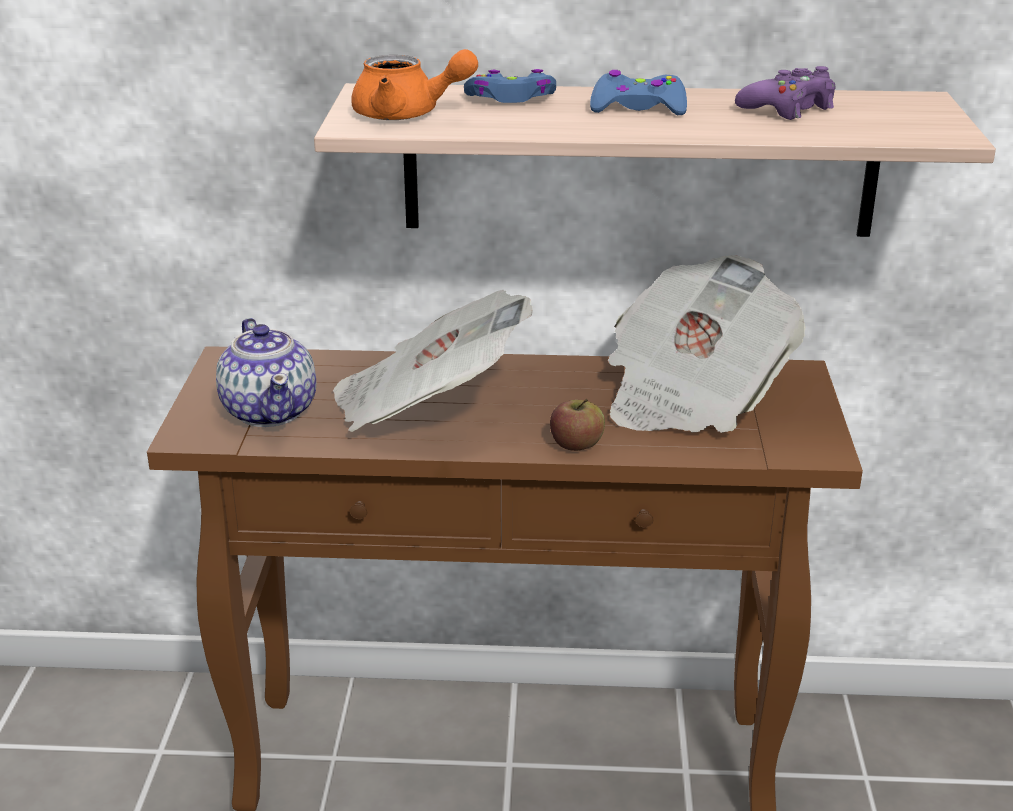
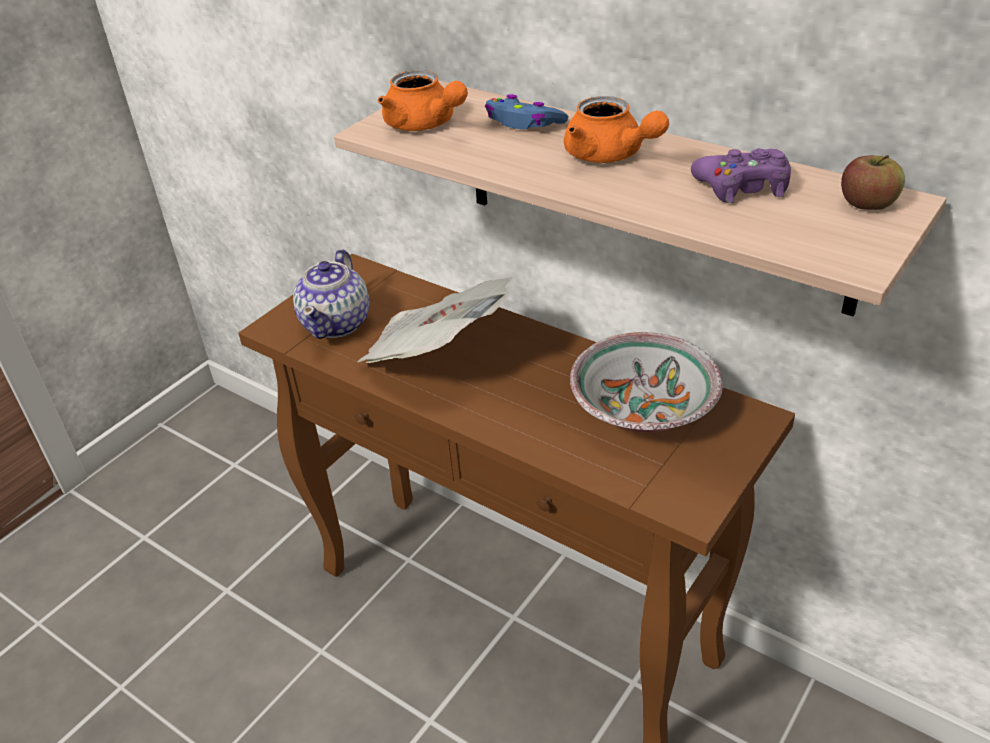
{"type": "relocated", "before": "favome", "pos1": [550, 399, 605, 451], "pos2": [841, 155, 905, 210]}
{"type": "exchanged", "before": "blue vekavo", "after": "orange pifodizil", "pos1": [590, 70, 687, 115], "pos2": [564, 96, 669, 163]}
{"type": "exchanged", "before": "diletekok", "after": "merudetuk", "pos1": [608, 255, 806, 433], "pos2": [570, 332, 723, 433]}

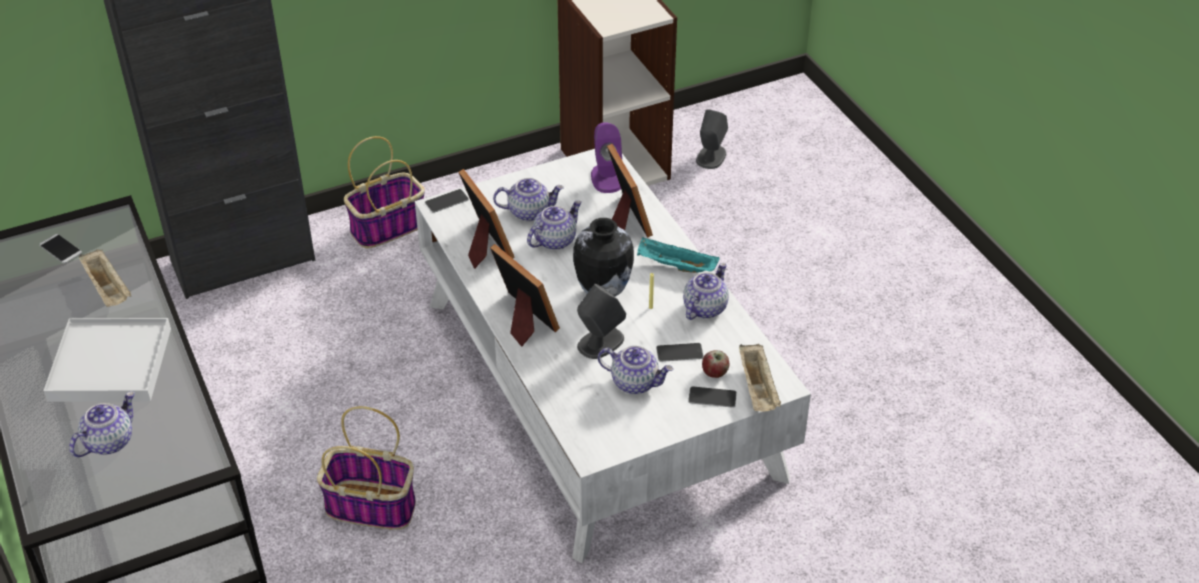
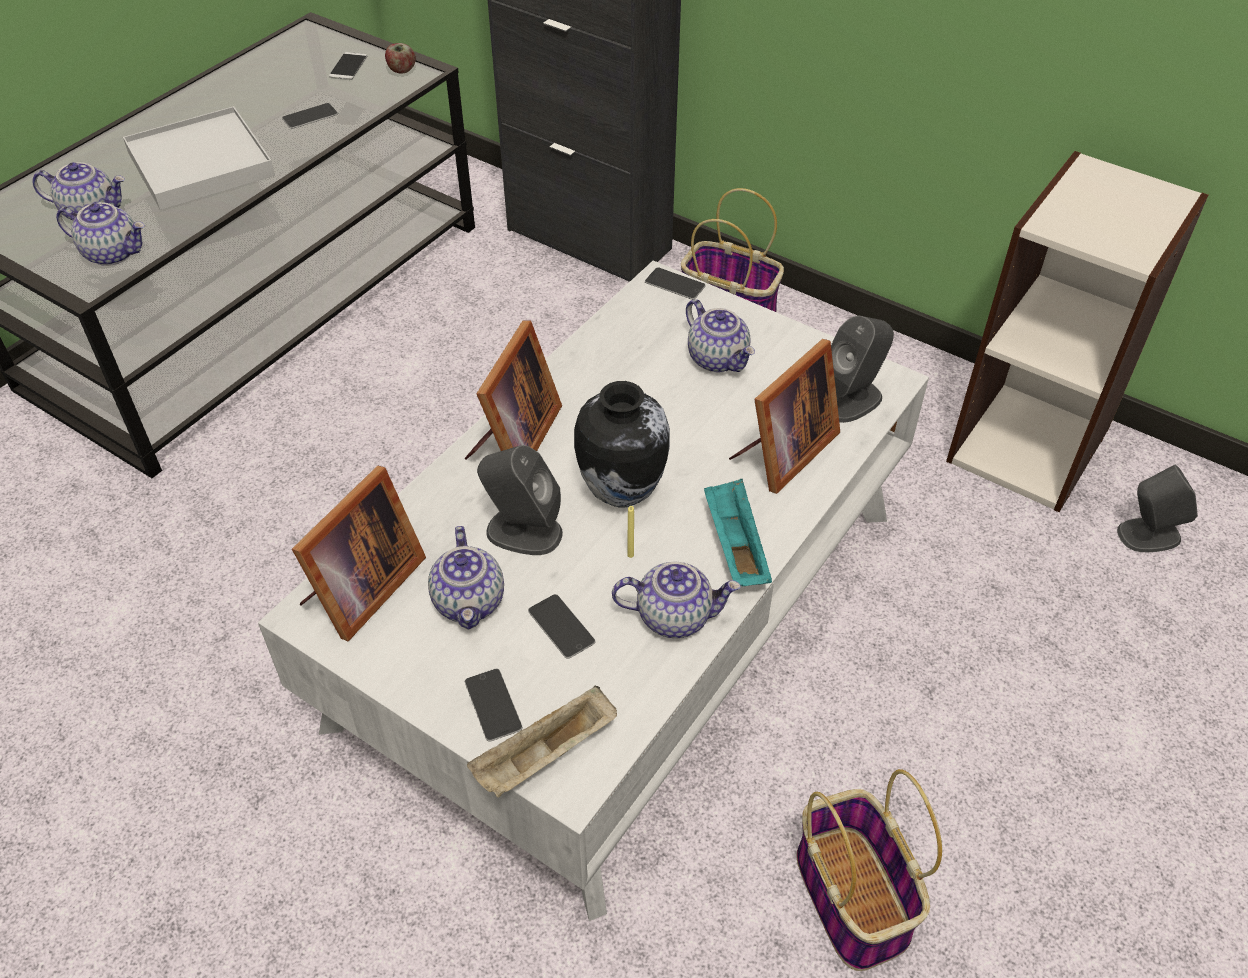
{"type": "exchanged", "before": "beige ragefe", "after": "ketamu", "pos1": [79, 249, 131, 307], "pos2": [282, 103, 338, 129]}
{"type": "relocated", "before": "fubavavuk", "pos1": [317, 406, 416, 530], "pos2": [796, 769, 942, 971]}
{"type": "relocated", "before": "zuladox", "pos1": [458, 169, 515, 269], "pos2": [292, 466, 426, 641]}
{"type": "relocated", "before": "pifodizil", "pos1": [527, 200, 582, 250], "pos2": [56, 202, 145, 266]}
{"type": "colour", "before": "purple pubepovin", "after": "grey pubepovin", "pos1": [591, 122, 622, 193], "pos2": [831, 316, 894, 423]}
{"type": "relocated", "before": "favome", "pos1": [702, 350, 729, 378], "pos2": [385, 43, 416, 74]}

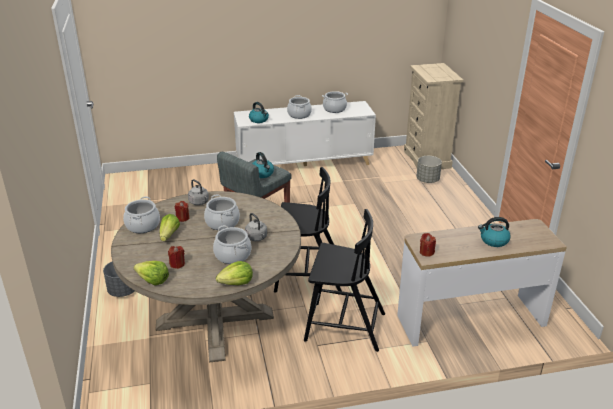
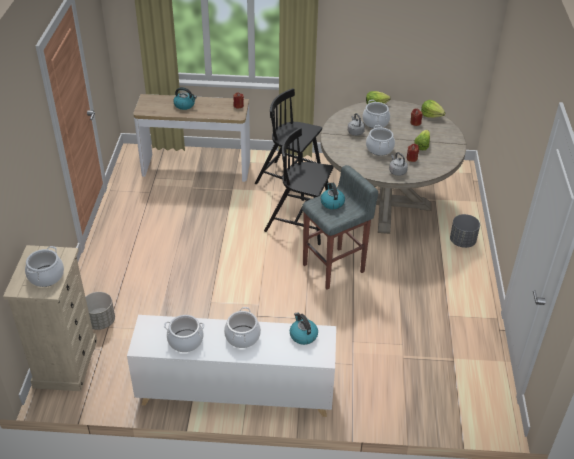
{"type": "relocated", "before": "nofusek", "pos1": [123, 197, 160, 233], "pos2": [25, 246, 64, 287]}

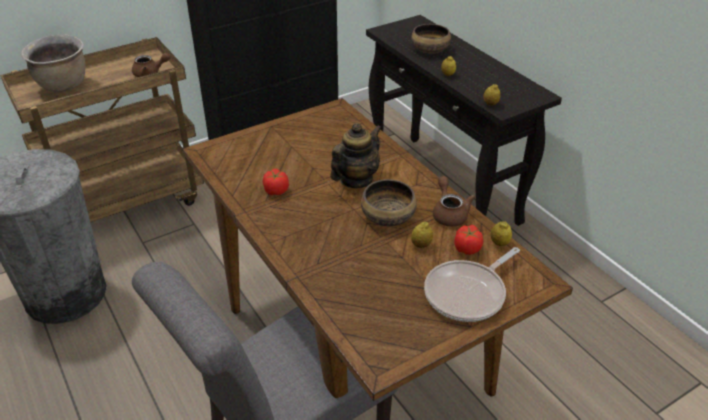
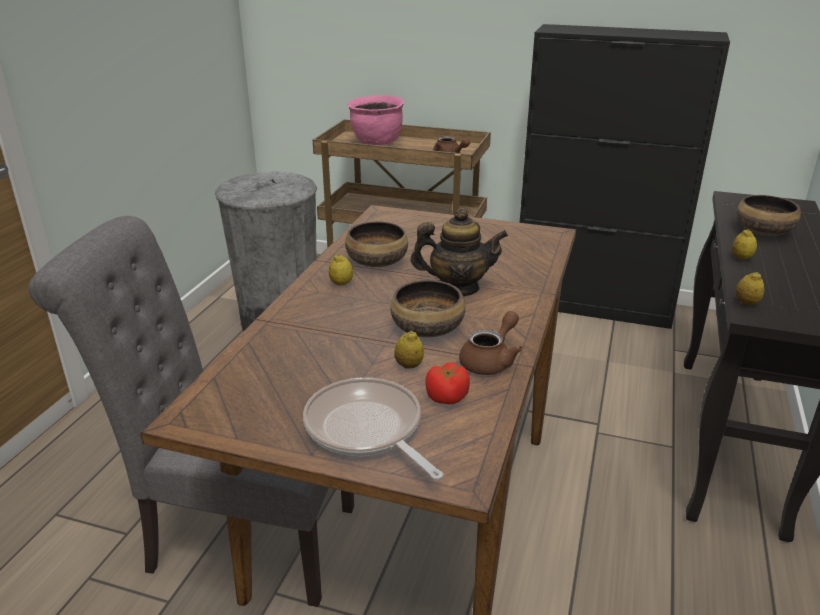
{"type": "colour", "before": "brown nofusek", "after": "pink nofusek", "pos1": [21, 34, 86, 92], "pos2": [347, 95, 404, 145]}
{"type": "exchanged", "before": "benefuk", "after": "merudetuk", "pos1": [263, 169, 289, 195], "pos2": [345, 221, 408, 267]}
{"type": "spun", "before": "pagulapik", "pos1": [424, 247, 520, 322], "pos2": [303, 377, 443, 480], "turn": 45}
{"type": "relocated", "before": "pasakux", "pos1": [491, 221, 512, 246], "pos2": [329, 254, 353, 285]}

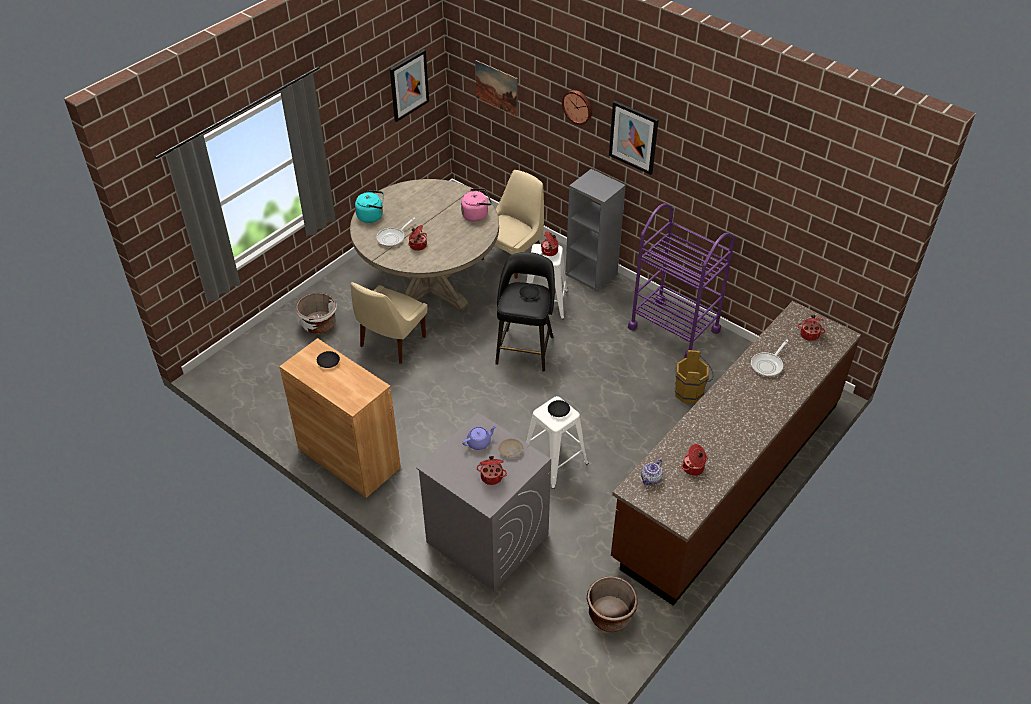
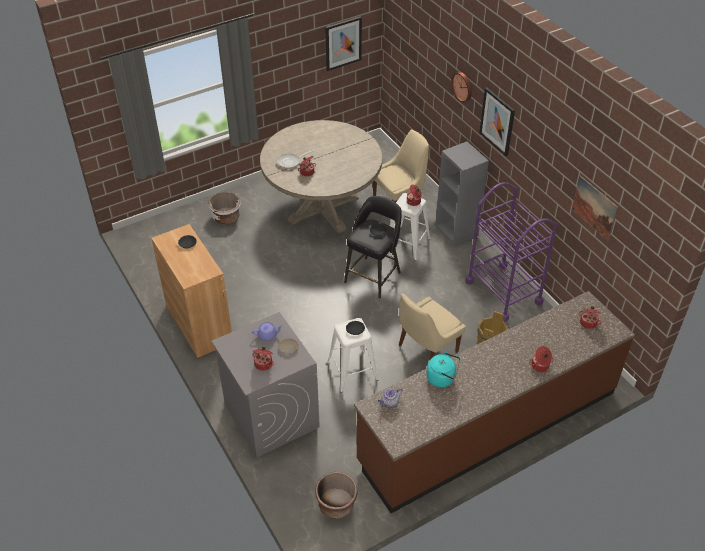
{"type": "relocated", "before": "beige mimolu", "pos1": [351, 282, 427, 364], "pos2": [399, 293, 466, 361]}
{"type": "relocated", "before": "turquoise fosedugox", "pos1": [355, 190, 384, 223], "pos2": [426, 351, 460, 387]}
{"type": "missing", "before": "pink fosedugox", "pos1": [461, 189, 492, 221]}
{"type": "relocated", "before": "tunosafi", "pos1": [475, 60, 518, 116], "pos2": [572, 175, 618, 241]}
{"type": "relocated", "before": "nofusek", "pos1": [681, 444, 708, 476], "pos2": [529, 346, 554, 372]}
{"type": "missing", "before": "pagulapik", "pos1": [751, 339, 789, 377]}

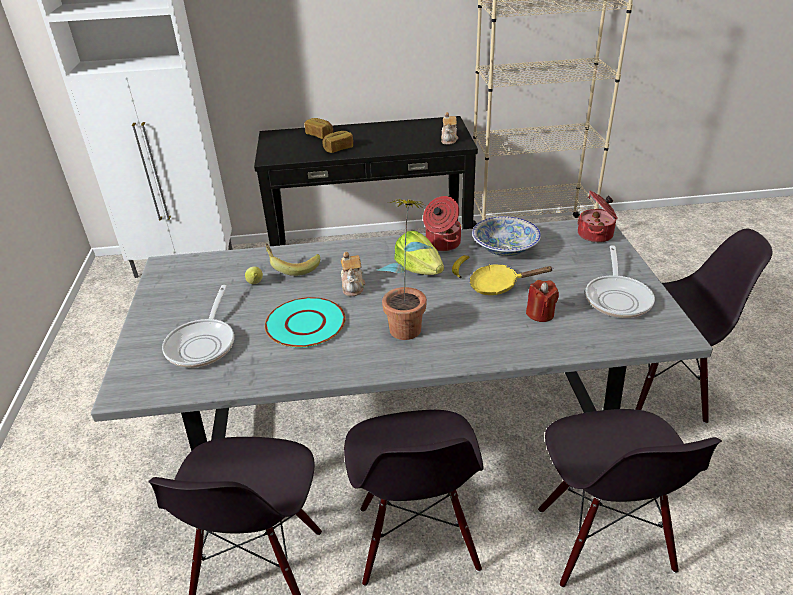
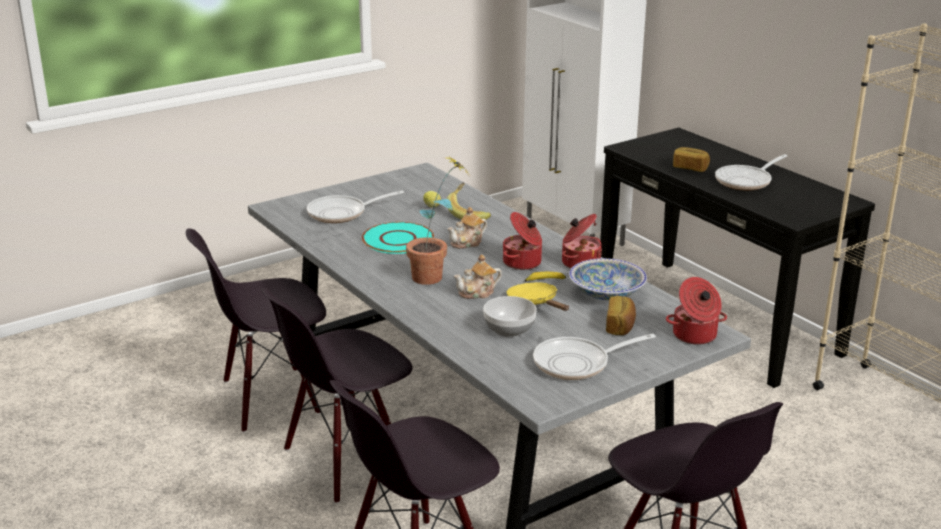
{"type": "relocated", "before": "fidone", "pos1": [304, 118, 333, 139], "pos2": [606, 296, 636, 335]}
{"type": "exchanged", "before": "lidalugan", "after": "nofusek", "pos1": [394, 231, 444, 275], "pos2": [503, 212, 542, 270]}
{"type": "relocated", "before": "pifodizil", "pos1": [441, 112, 458, 144], "pos2": [454, 254, 502, 299]}
{"type": "exchanged", "before": "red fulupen", "after": "merudetuk", "pos1": [526, 280, 559, 322], "pos2": [483, 296, 537, 337]}
{"type": "appeared", "after": "pagulapik", "pos2": [715, 154, 787, 190]}

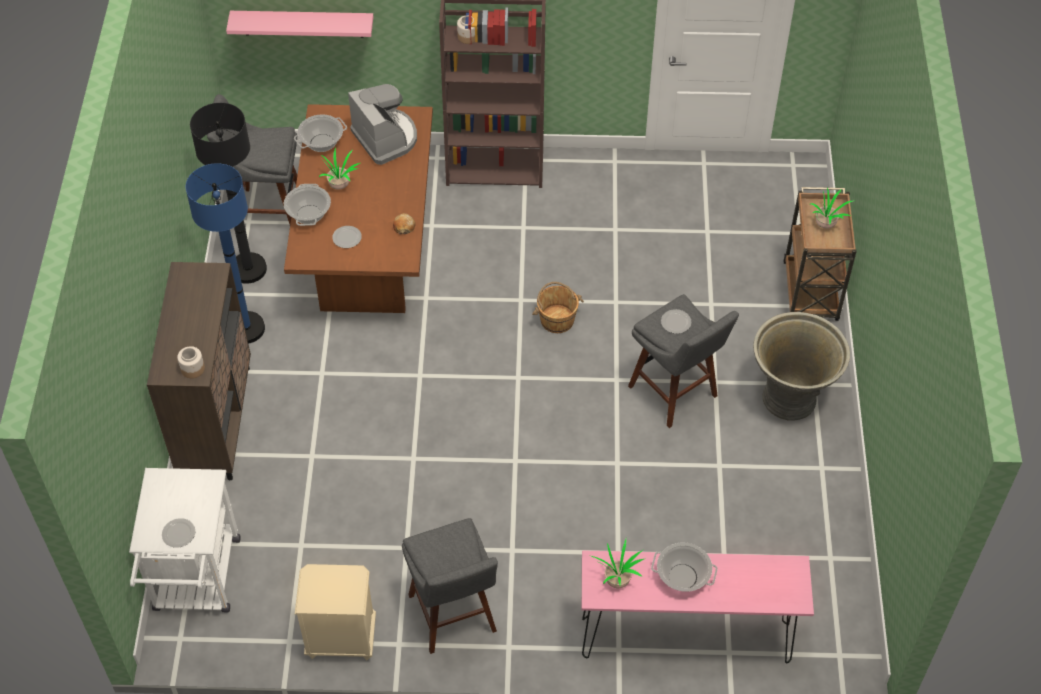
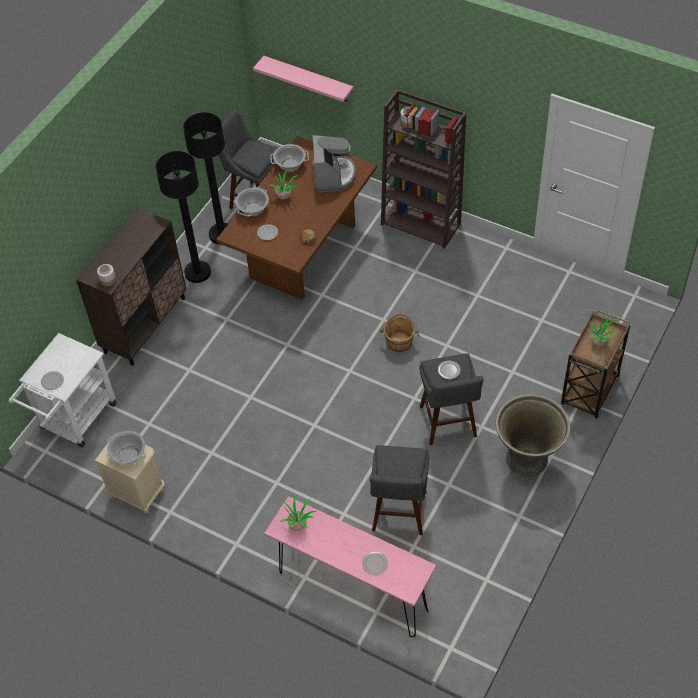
{"type": "colour", "before": "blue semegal", "after": "black semegal", "pos1": [185, 163, 265, 344], "pos2": [156, 151, 211, 283]}
{"type": "relocated", "before": "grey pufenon", "pos1": [402, 518, 498, 654], "pos2": [370, 445, 429, 535]}
{"type": "relocated", "before": "nofusek", "pos1": [651, 543, 718, 592], "pos2": [107, 431, 146, 465]}
{"type": "appeared", "after": "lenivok", "pos2": [362, 552, 388, 575]}

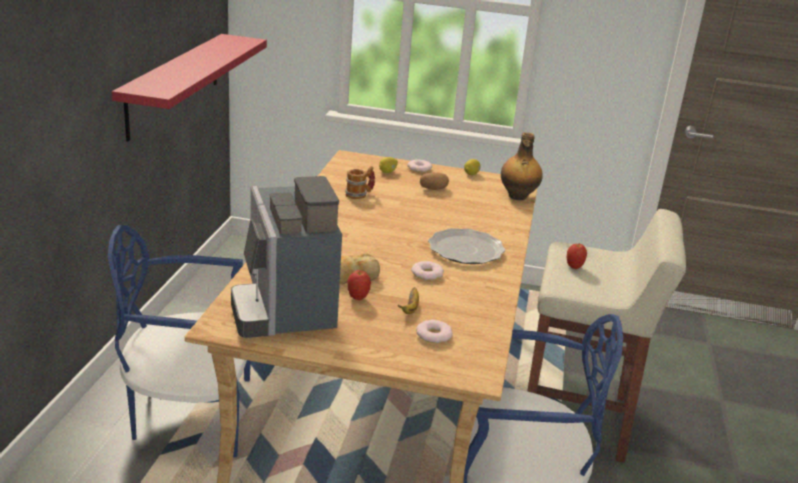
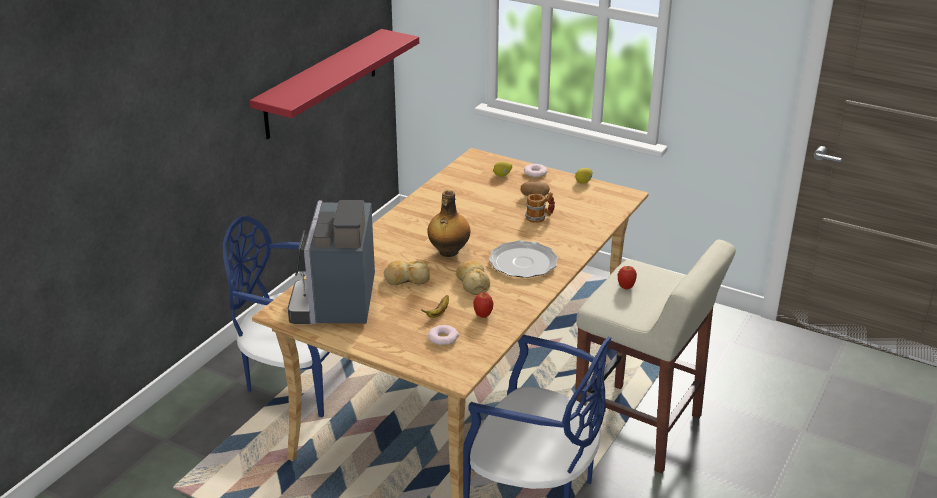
{"type": "relocated", "before": "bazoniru", "pos1": [345, 166, 375, 199], "pos2": [525, 192, 555, 223]}
{"type": "relocated", "before": "favome", "pos1": [348, 270, 371, 300], "pos2": [473, 292, 493, 318]}
{"type": "exchanged", "before": "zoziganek", "after": "fidone", "pos1": [411, 261, 444, 280], "pos2": [456, 261, 490, 295]}
{"type": "relocated", "before": "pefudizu", "pos1": [501, 133, 543, 200], "pos2": [427, 190, 470, 257]}

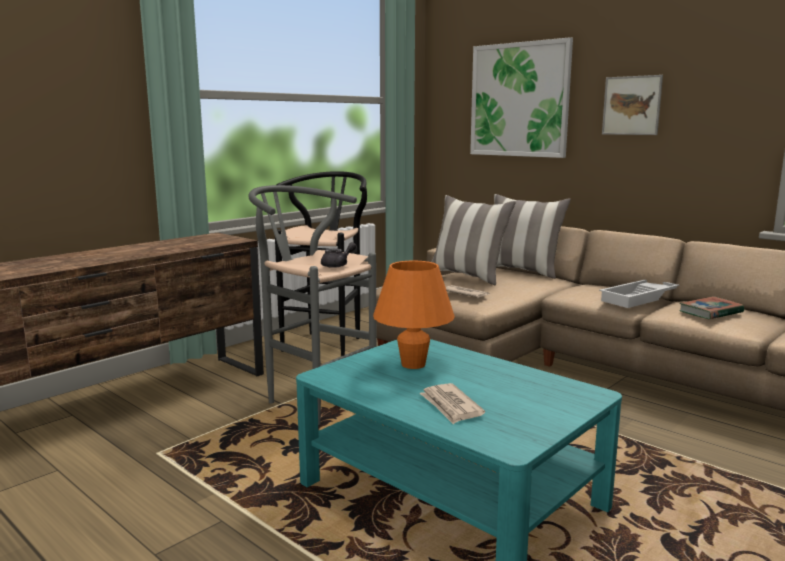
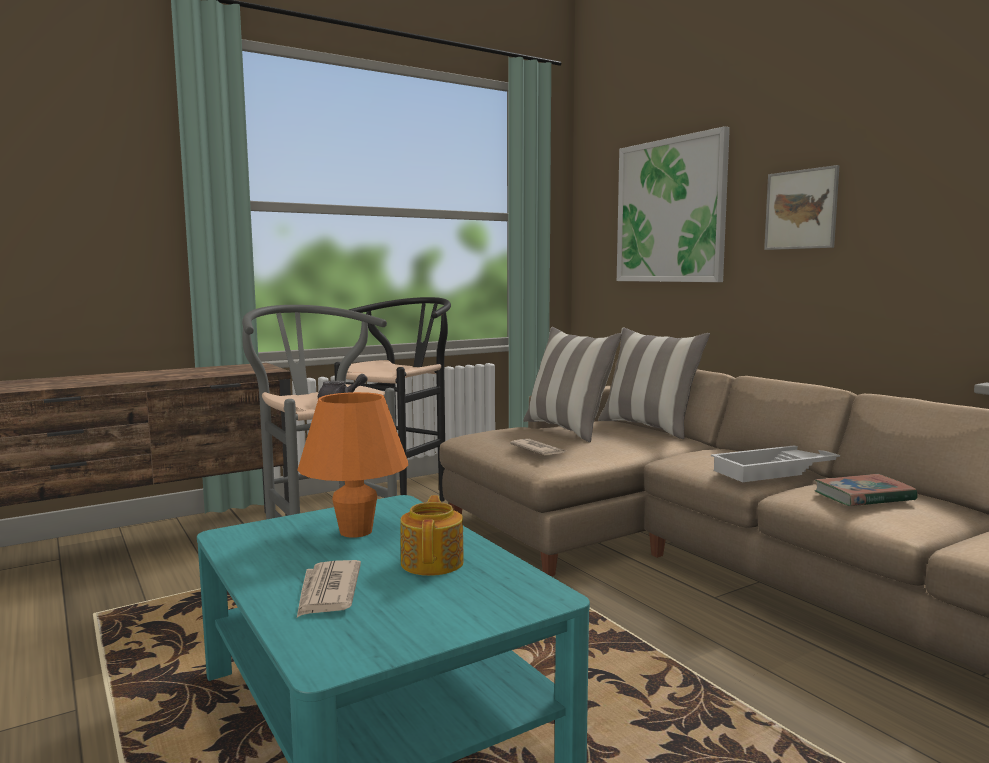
{"type": "appeared", "after": "pifodizil", "pos2": [400, 495, 464, 576]}

